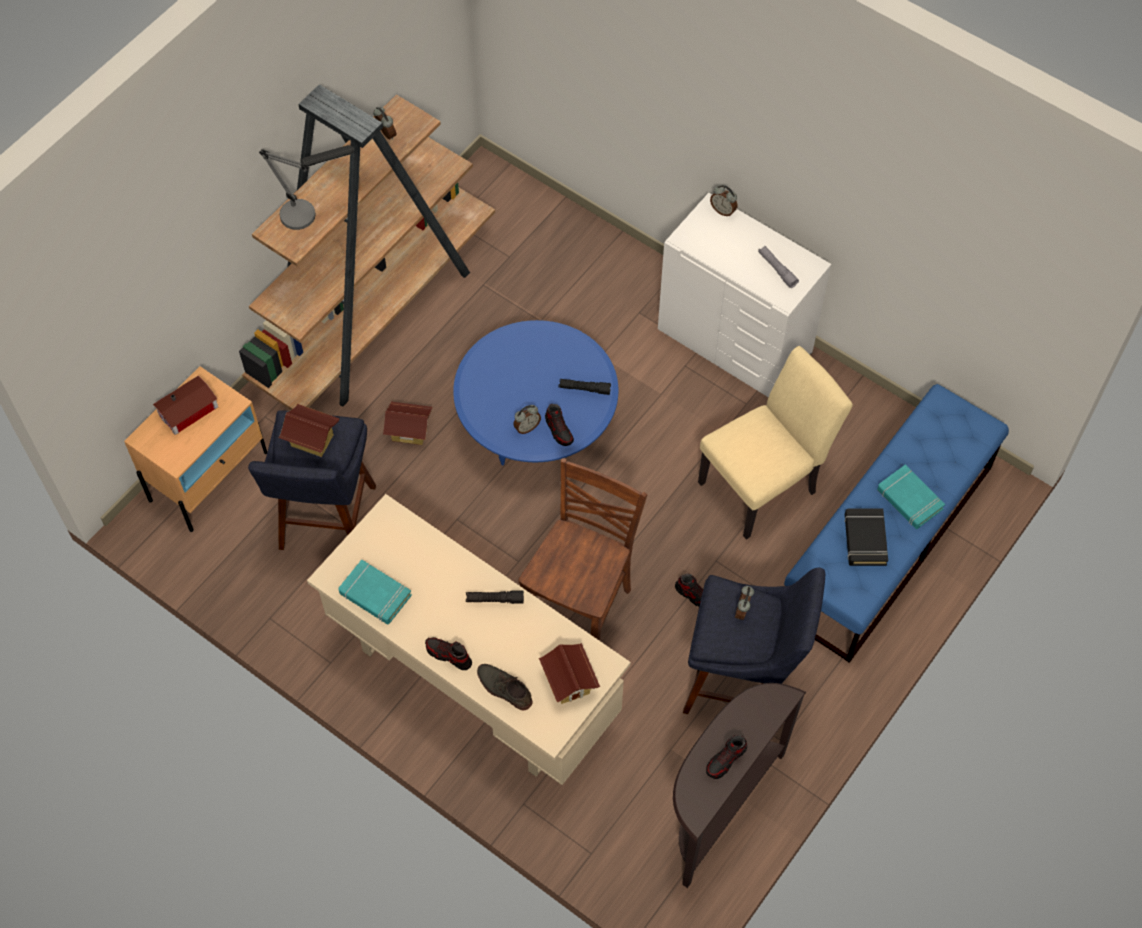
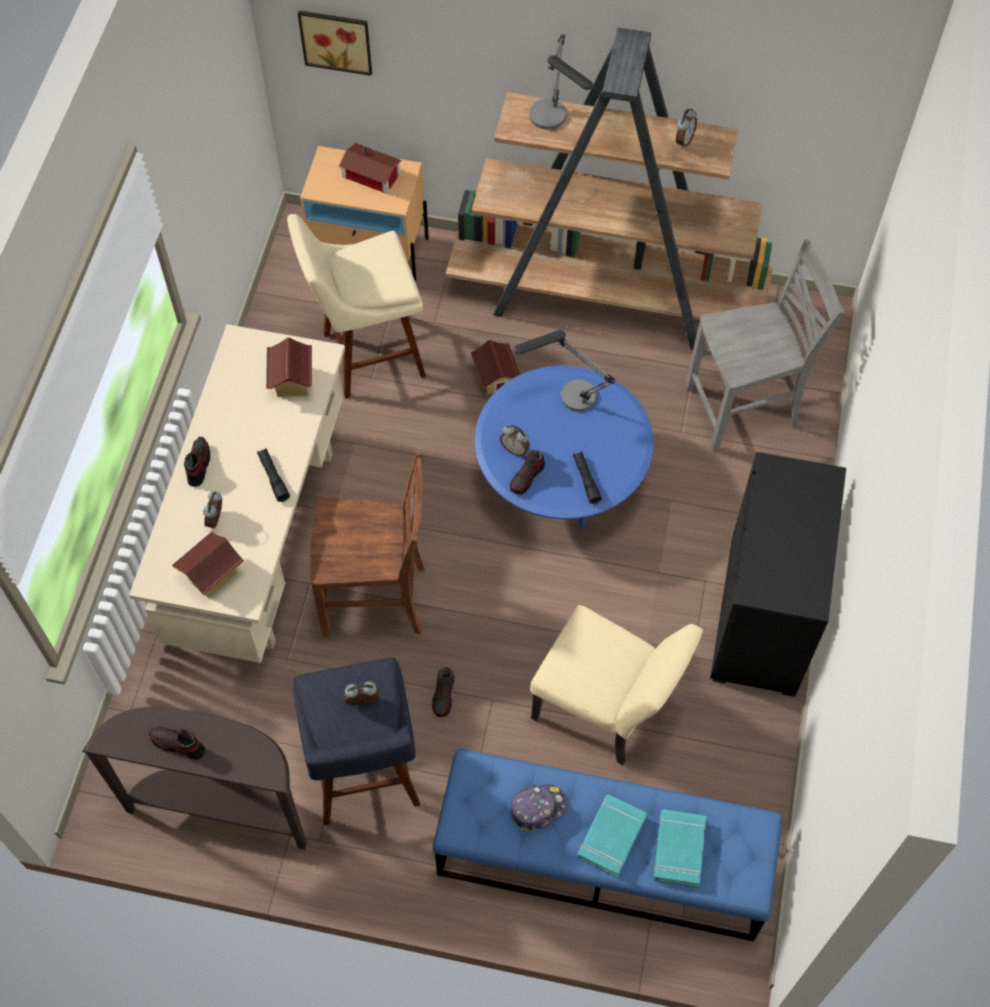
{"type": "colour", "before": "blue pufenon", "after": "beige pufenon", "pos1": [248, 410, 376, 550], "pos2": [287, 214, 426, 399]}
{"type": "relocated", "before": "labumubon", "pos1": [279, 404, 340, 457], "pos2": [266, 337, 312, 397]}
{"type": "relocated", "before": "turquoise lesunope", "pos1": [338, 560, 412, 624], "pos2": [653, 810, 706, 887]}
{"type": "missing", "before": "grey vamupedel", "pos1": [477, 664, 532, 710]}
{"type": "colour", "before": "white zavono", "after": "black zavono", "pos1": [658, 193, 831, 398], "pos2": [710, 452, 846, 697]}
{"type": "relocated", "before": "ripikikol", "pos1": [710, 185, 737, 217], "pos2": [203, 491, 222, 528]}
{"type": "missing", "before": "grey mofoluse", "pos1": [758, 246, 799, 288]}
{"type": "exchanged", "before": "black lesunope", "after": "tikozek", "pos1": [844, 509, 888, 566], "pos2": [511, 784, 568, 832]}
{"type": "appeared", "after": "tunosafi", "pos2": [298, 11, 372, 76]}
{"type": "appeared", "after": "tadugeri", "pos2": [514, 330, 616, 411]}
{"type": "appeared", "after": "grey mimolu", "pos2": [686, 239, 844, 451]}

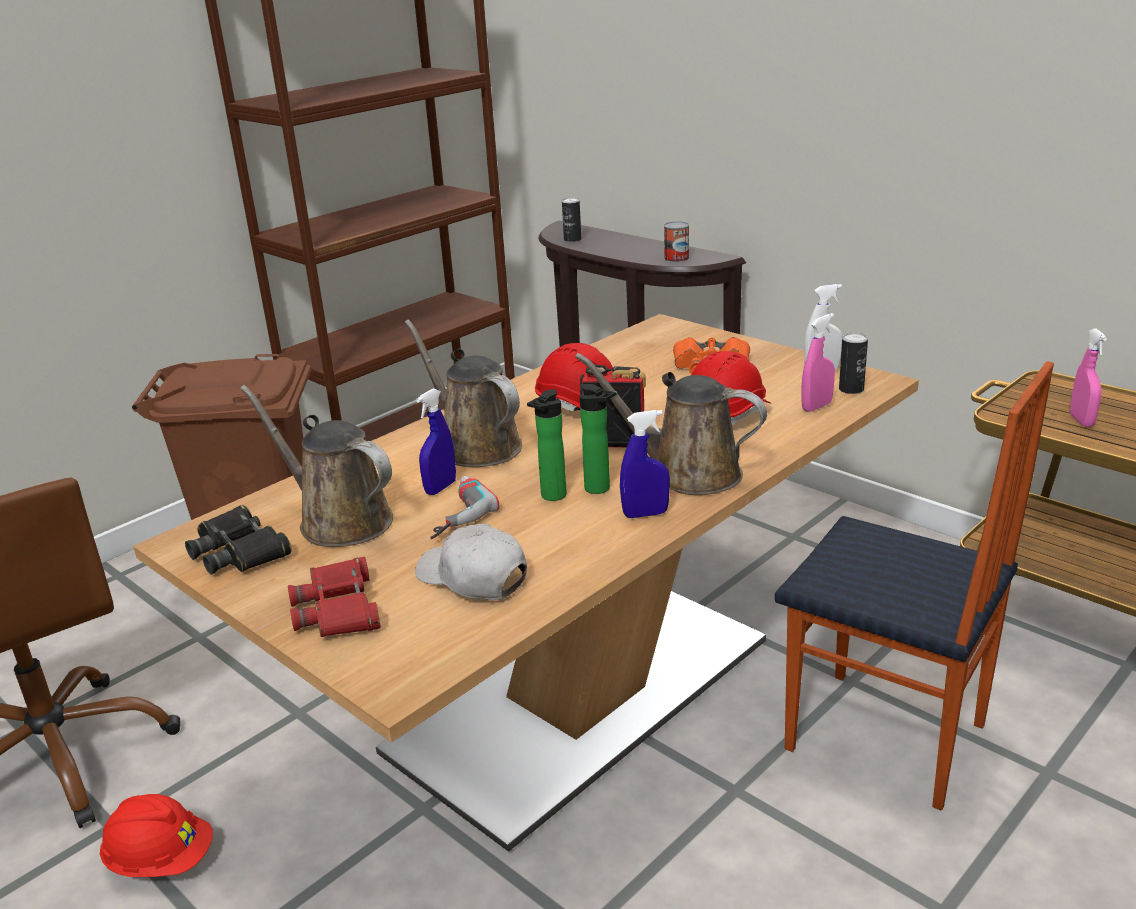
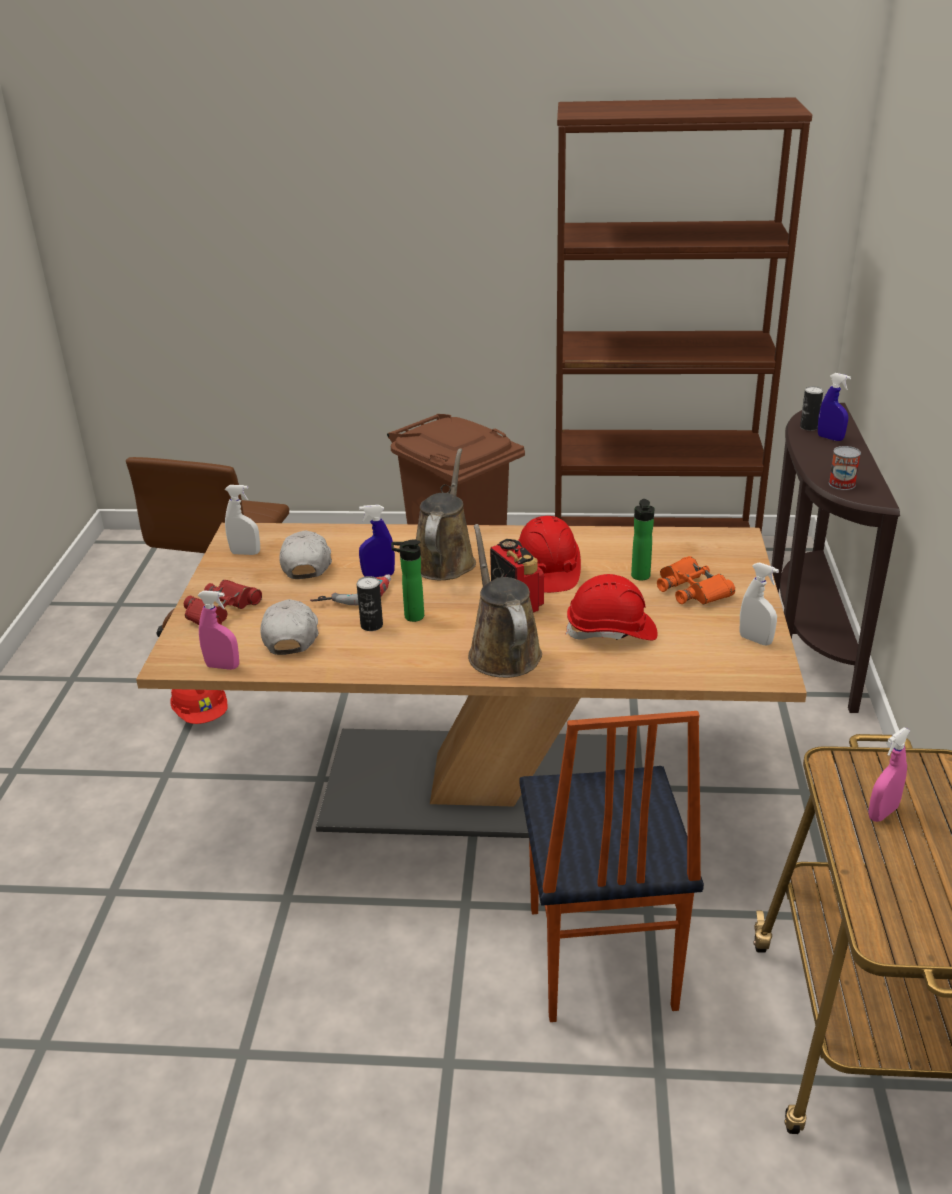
{"type": "exchanged", "before": "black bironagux", "after": "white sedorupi", "pos1": [185, 505, 292, 575], "pos2": [225, 485, 260, 555]}
{"type": "exchanged", "before": "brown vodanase", "after": "white tikozek", "pos1": [240, 385, 393, 547], "pos2": [279, 531, 332, 579]}
{"type": "relocated", "before": "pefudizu", "pos1": [580, 384, 616, 494], "pos2": [631, 499, 655, 581]}
{"type": "relocated", "before": "blue sedorupi", "pos1": [620, 410, 670, 518], "pos2": [818, 373, 851, 441]}
{"type": "relocated", "before": "pink sedorupi", "pos1": [801, 313, 835, 412], "pos2": [198, 590, 239, 670]}
{"type": "relocated", "before": "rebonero", "pos1": [839, 333, 868, 394], "pos2": [357, 576, 383, 631]}

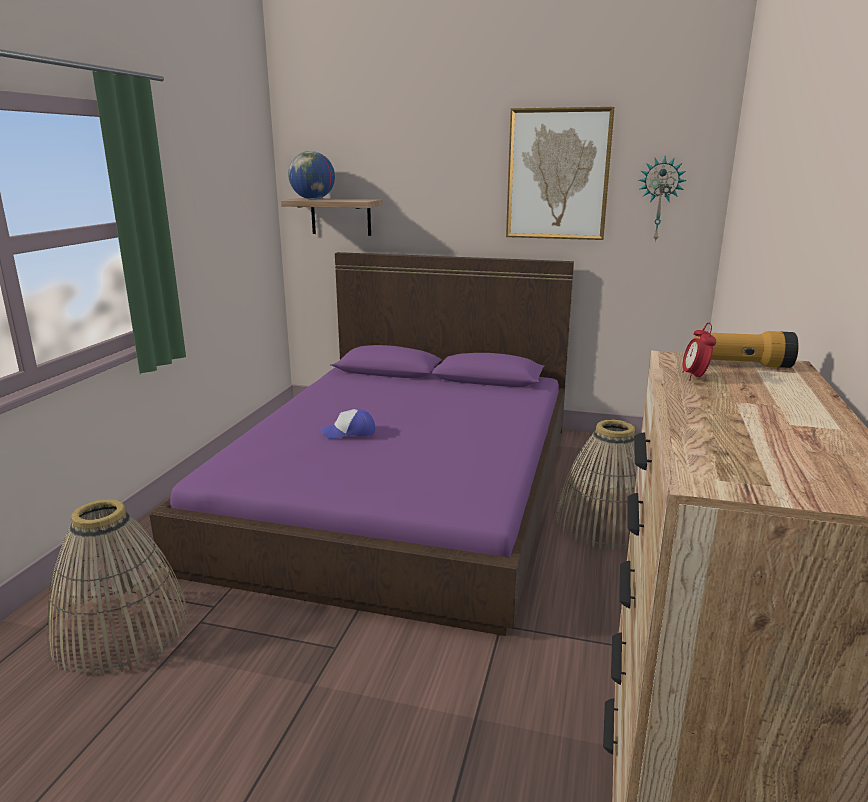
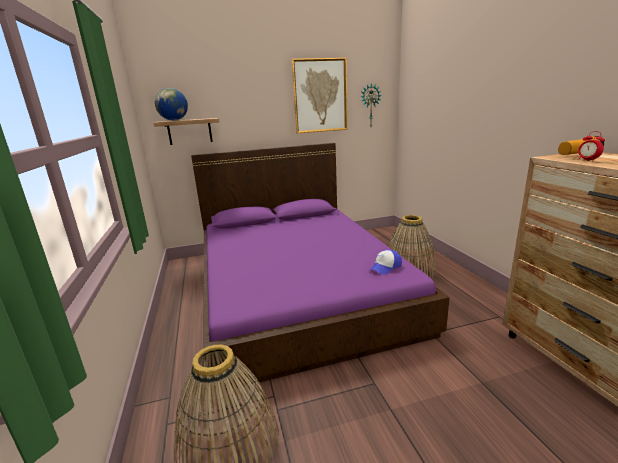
{"type": "relocated", "before": "tikozek", "pos1": [321, 409, 375, 439], "pos2": [370, 249, 402, 275]}

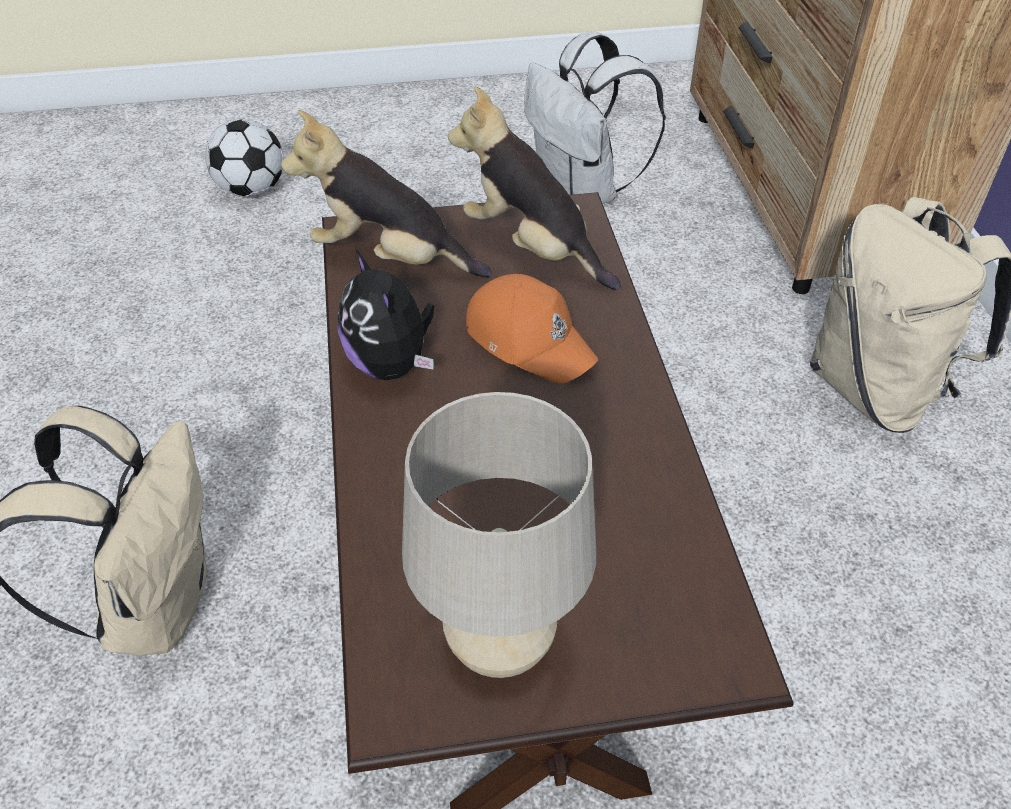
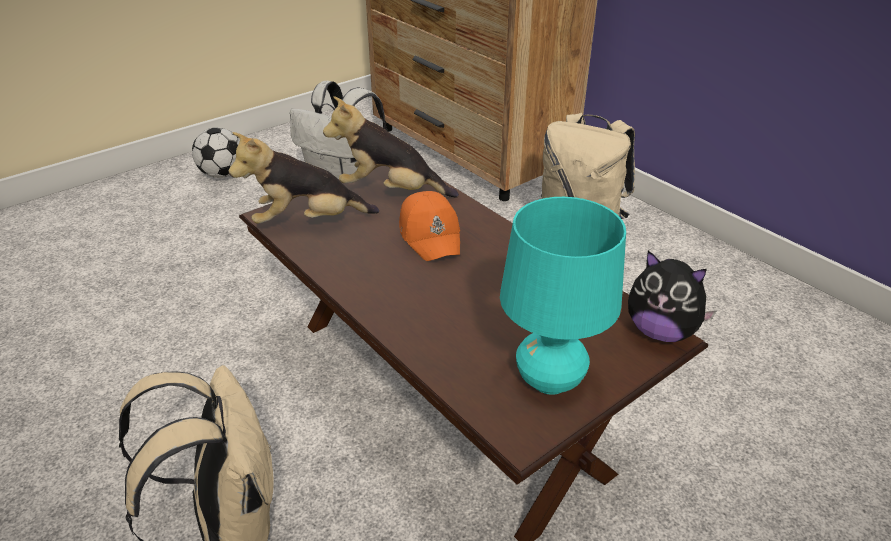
{"type": "relocated", "before": "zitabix", "pos1": [205, 119, 284, 197], "pos2": [192, 127, 240, 178]}
{"type": "relocated", "before": "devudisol", "pos1": [338, 250, 434, 380], "pos2": [628, 250, 716, 342]}
{"type": "colour", "before": "beige tadugeri", "after": "turquoise tadugeri", "pos1": [402, 392, 596, 678], "pos2": [500, 197, 626, 395]}
{"type": "spun", "before": "orange tikozek", "pos1": [466, 274, 598, 384], "pos2": [399, 191, 460, 261], "turn": 60}

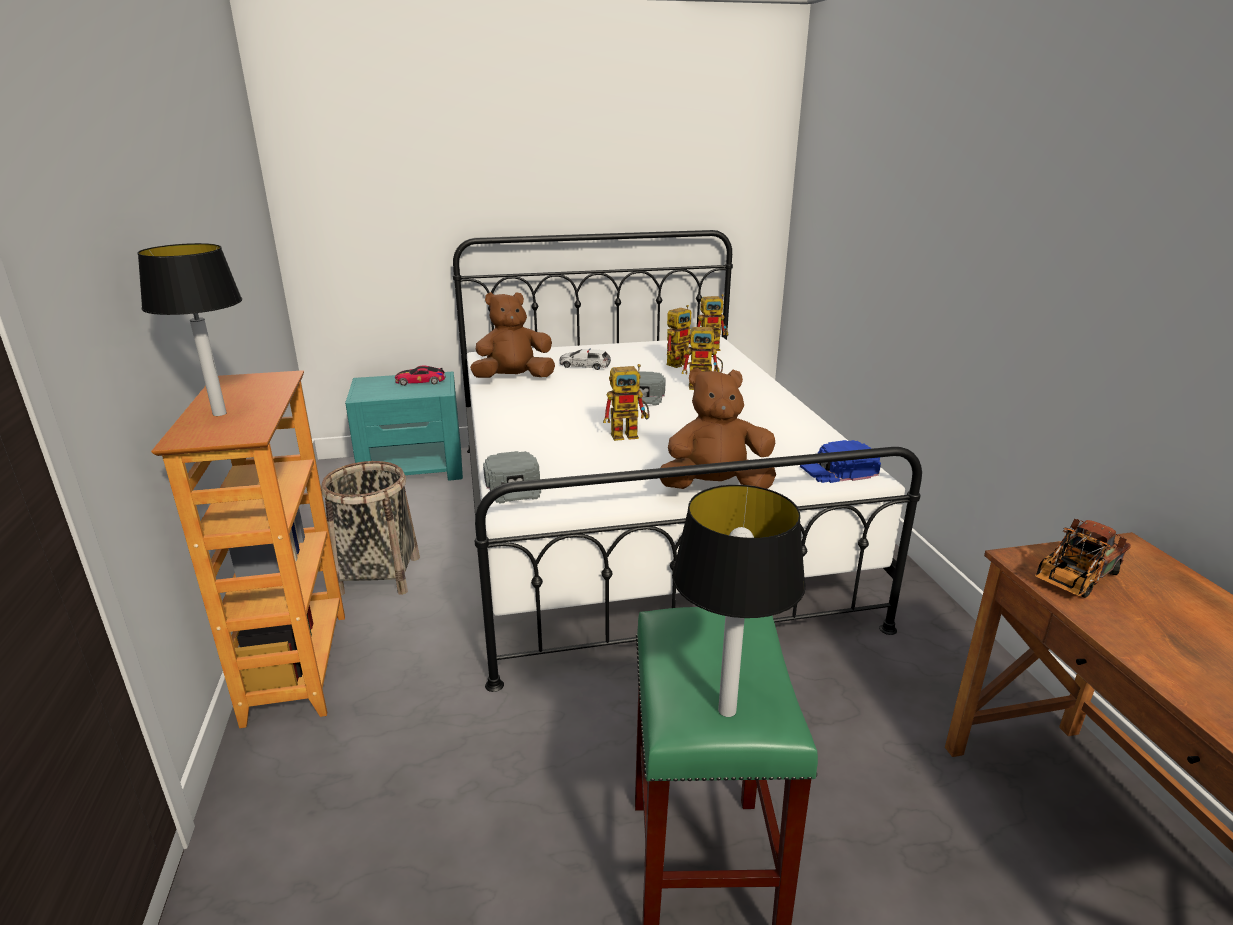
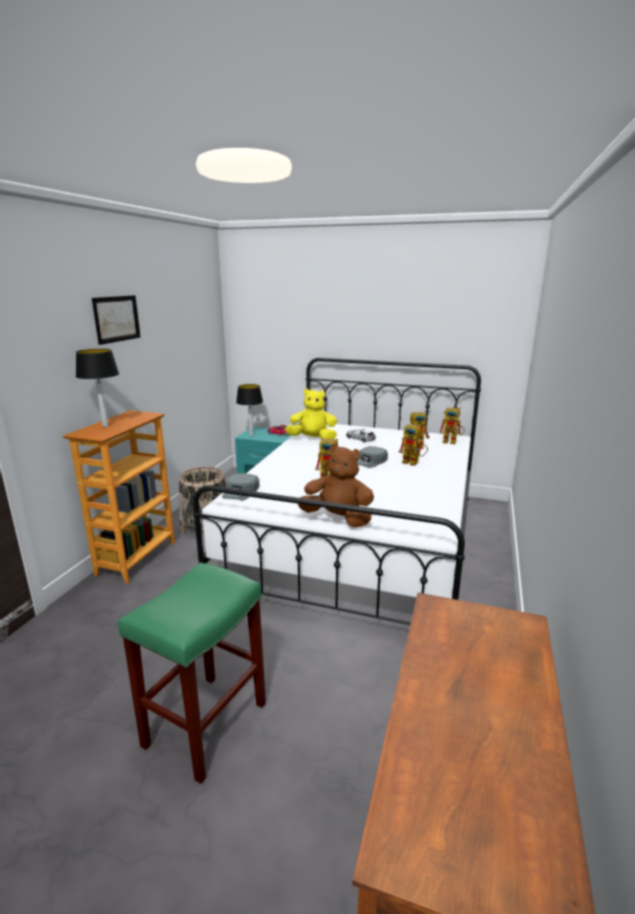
{"type": "colour", "before": "brown devudisol", "after": "yellow devudisol", "pos1": [470, 292, 555, 378], "pos2": [285, 389, 337, 440]}
{"type": "relocated", "before": "tadugeri", "pos1": [672, 485, 806, 717], "pos2": [236, 384, 263, 436]}
{"type": "missing", "before": "blue tikozek", "pos1": [800, 440, 881, 483]}
{"type": "missing", "before": "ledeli", "pos1": [1035, 518, 1131, 598]}
{"type": "appeared", "after": "tunosafi", "pos2": [92, 295, 141, 345]}

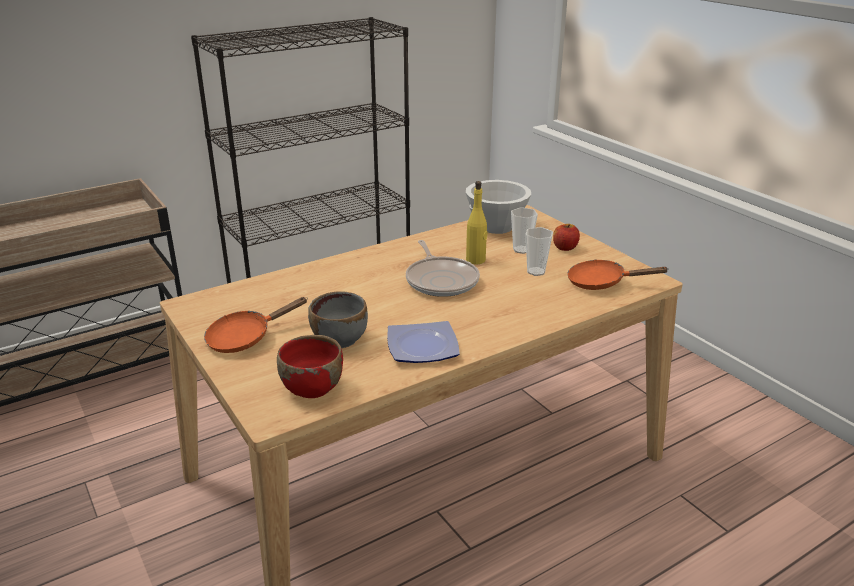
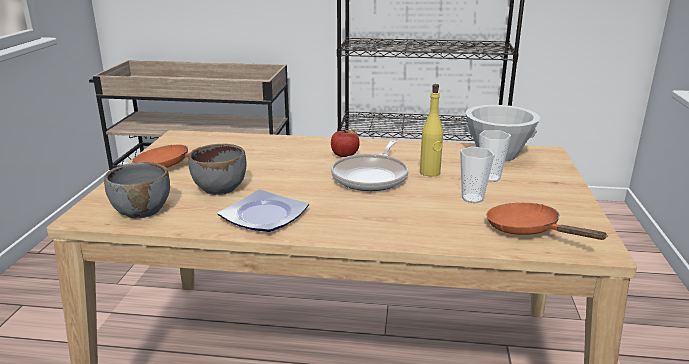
{"type": "colour", "before": "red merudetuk", "after": "grey merudetuk", "pos1": [277, 335, 343, 398], "pos2": [104, 162, 170, 218]}
{"type": "relocated", "before": "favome", "pos1": [553, 224, 580, 251], "pos2": [331, 129, 360, 157]}

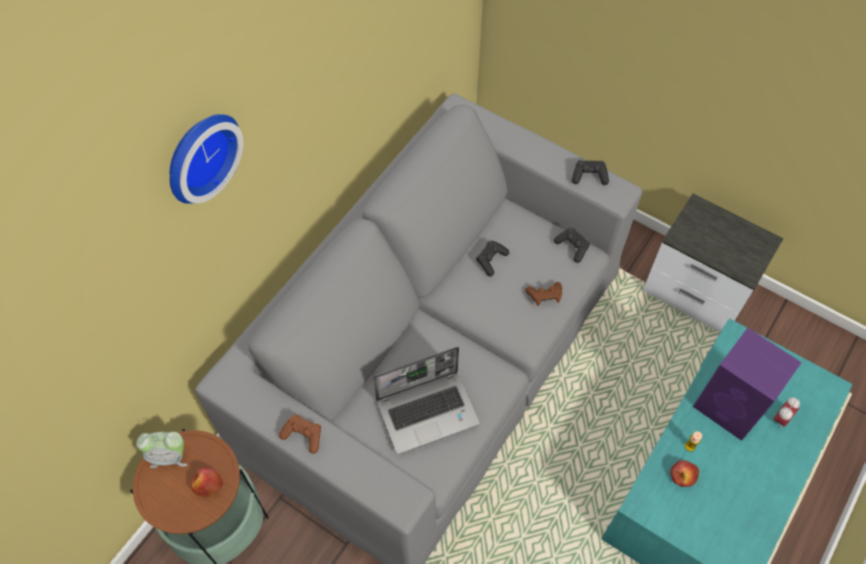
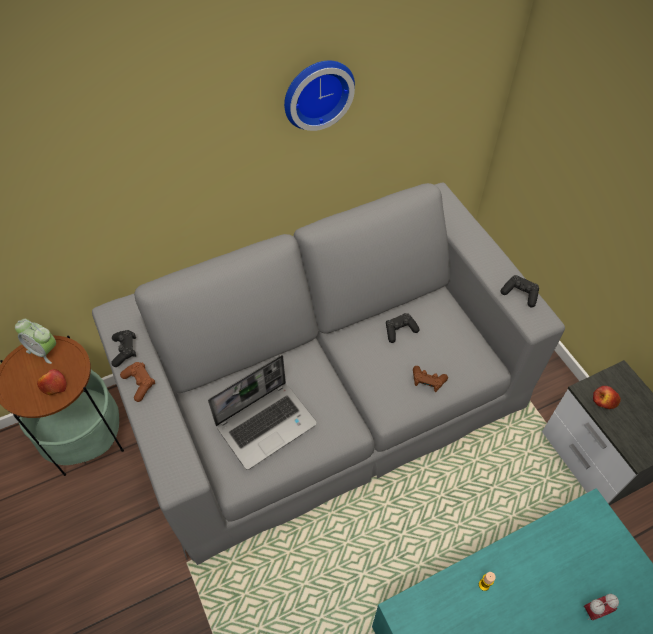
{"type": "relocated", "before": "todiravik", "pos1": [170, 114, 243, 204], "pos2": [284, 60, 355, 131]}
{"type": "spun", "before": "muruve", "pos1": [373, 347, 480, 454], "pos2": [208, 355, 317, 470], "turn": -45}
{"type": "relocated", "before": "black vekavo", "pos1": [554, 228, 590, 263], "pos2": [111, 330, 136, 367]}
{"type": "relocated", "before": "favome", "pos1": [670, 460, 699, 487], "pos2": [593, 386, 621, 409]}
{"type": "missing", "before": "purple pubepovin", "pos1": [693, 328, 802, 441]}

